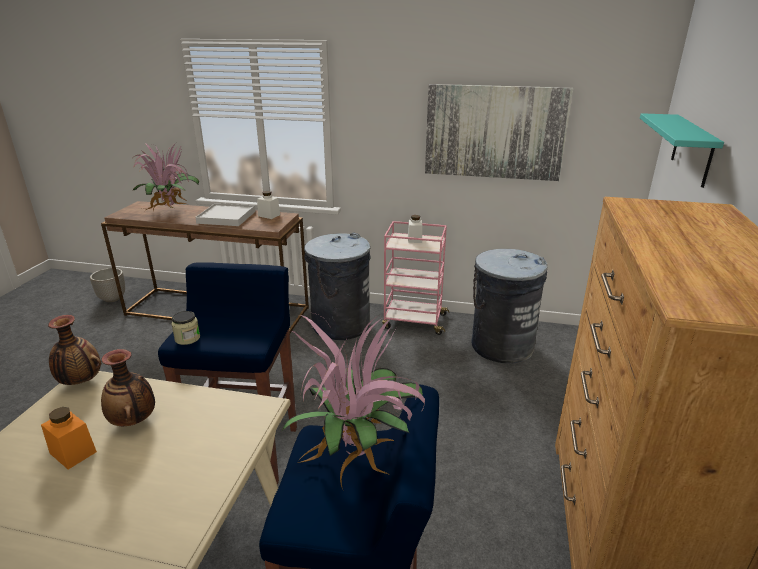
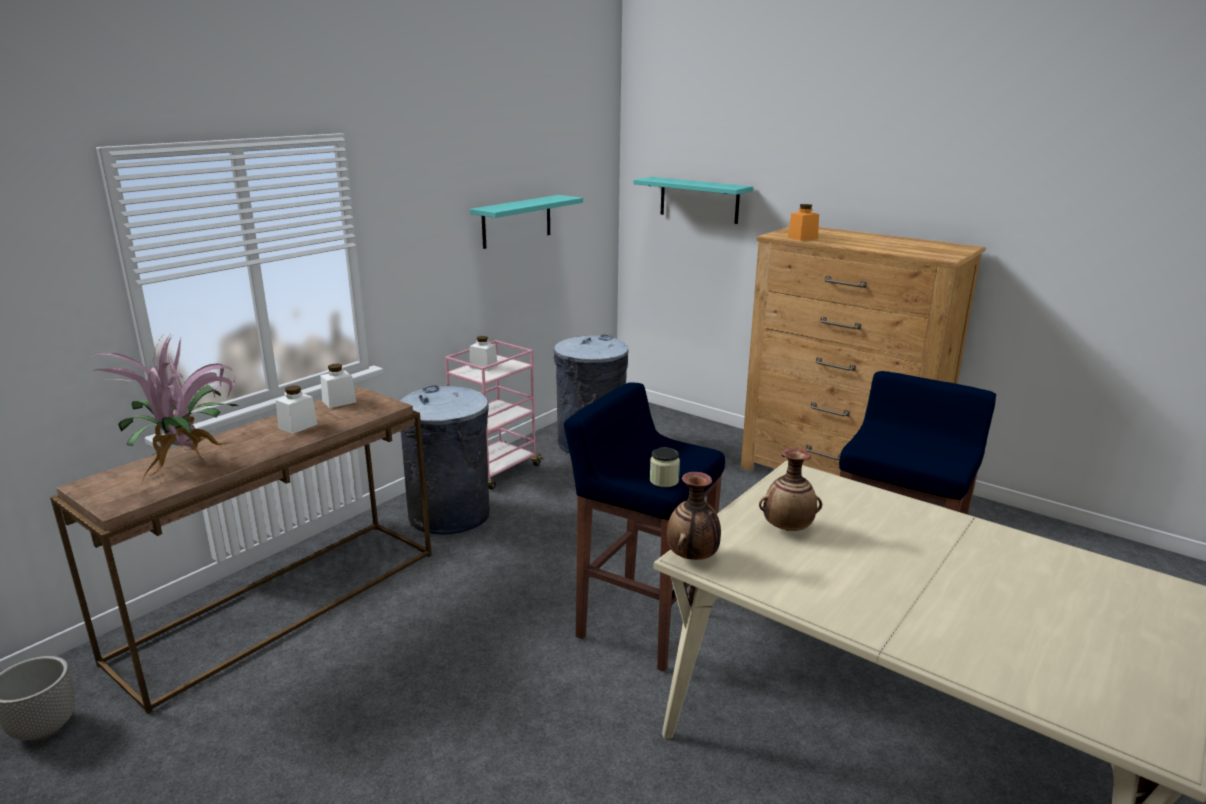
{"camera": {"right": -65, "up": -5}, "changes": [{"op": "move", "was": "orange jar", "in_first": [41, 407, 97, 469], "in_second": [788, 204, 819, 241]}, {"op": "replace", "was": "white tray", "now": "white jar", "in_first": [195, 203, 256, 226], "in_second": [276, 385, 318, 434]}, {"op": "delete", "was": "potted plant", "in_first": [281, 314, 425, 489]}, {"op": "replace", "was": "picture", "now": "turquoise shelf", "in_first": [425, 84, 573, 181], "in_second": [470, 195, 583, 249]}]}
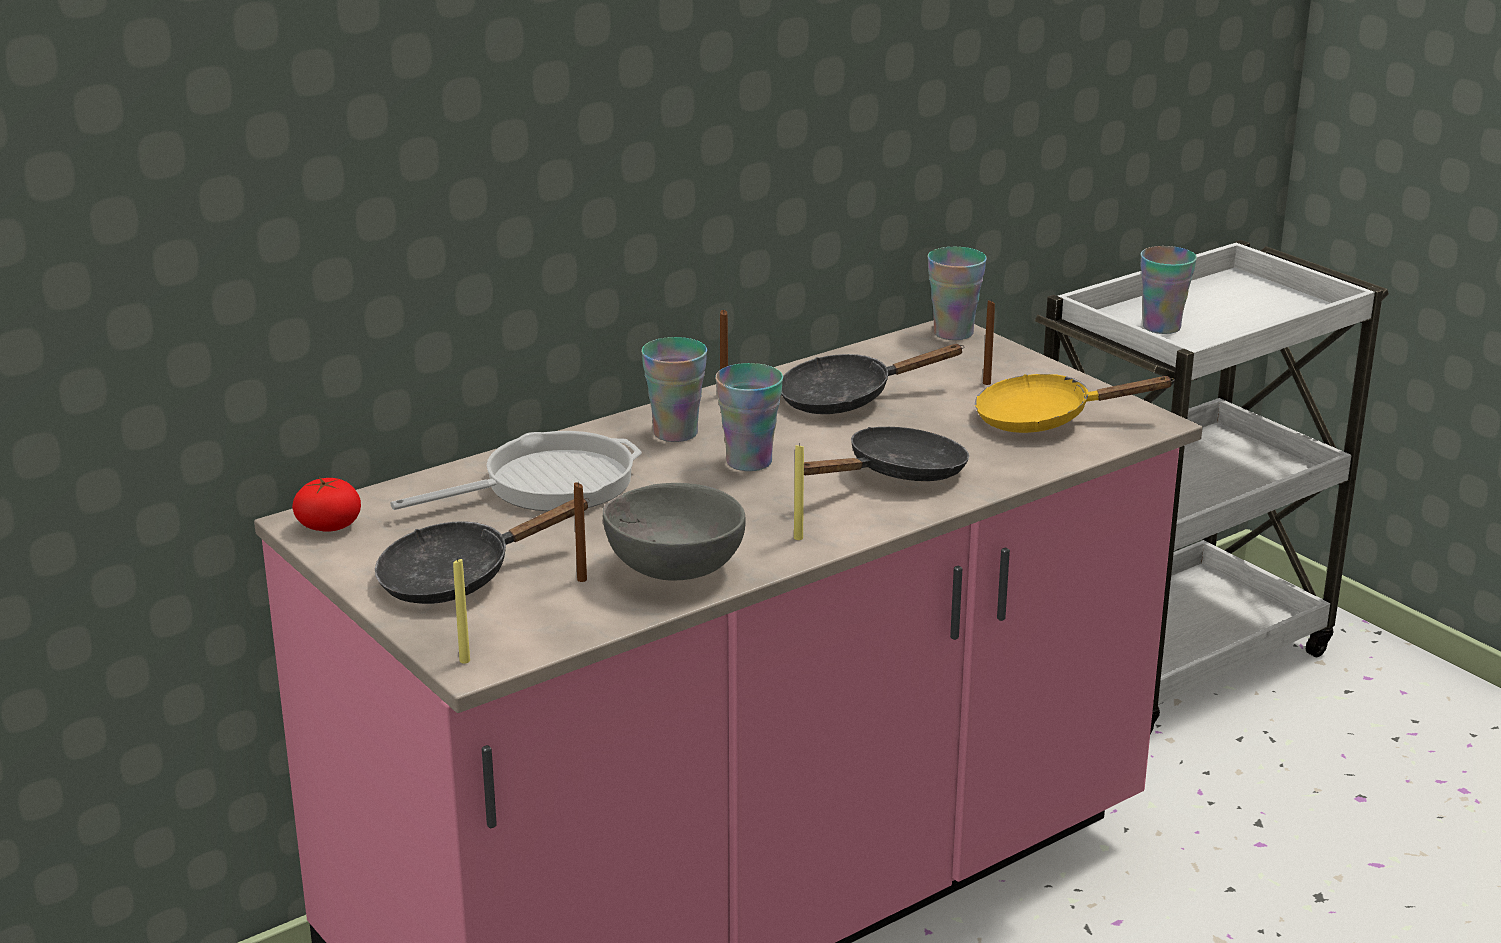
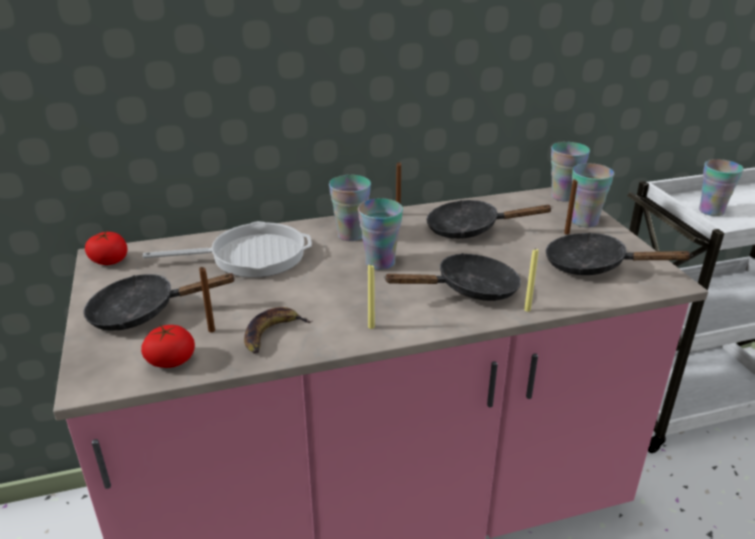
{"camera": {"right": 20, "up": 5}, "changes": [{"op": "move", "was": "yellow candle", "in_first": [453, 558, 470, 664], "in_second": [524, 249, 539, 312]}, {"op": "replace", "was": "grey bowl", "now": "banana", "in_first": [603, 483, 746, 581], "in_second": [244, 307, 313, 354]}, {"op": "recolor", "was": "yellow frying pan", "now": "black frying pan", "in_first": [975, 374, 1175, 433], "in_second": [545, 232, 693, 275]}, {"op": "insert", "now": "tomato", "in_second": [141, 325, 195, 368]}, {"op": "insert", "now": "cup", "in_second": [572, 163, 614, 228]}]}
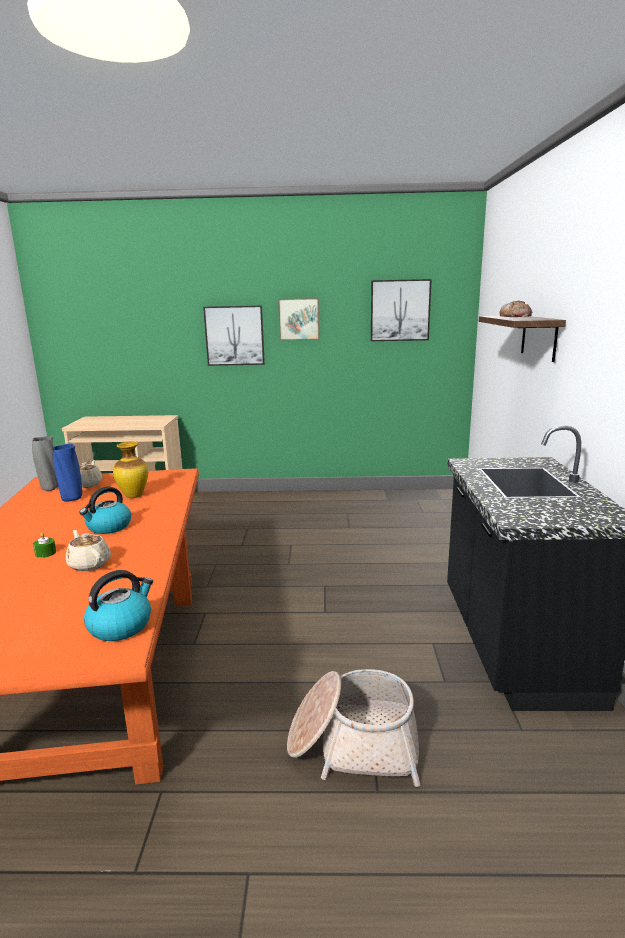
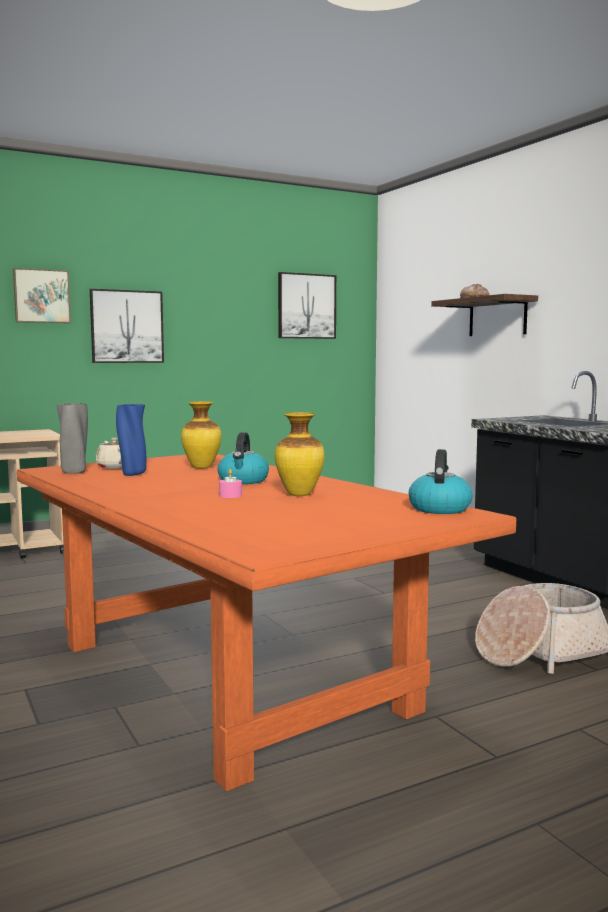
{"camera": {"right": -30, "up": -10}, "changes": [{"op": "recolor", "was": "green candle", "now": "pink candle", "in_first": [33, 532, 56, 558], "in_second": [219, 469, 242, 498]}, {"op": "replace", "was": "beige teapot", "now": "vase", "in_first": [65, 530, 111, 571], "in_second": [275, 412, 325, 496]}, {"op": "move", "was": "picture", "in_first": [278, 298, 319, 340], "in_second": [13, 268, 71, 323]}]}
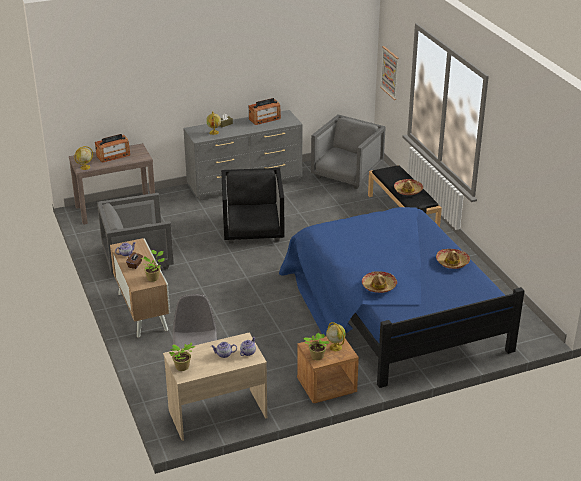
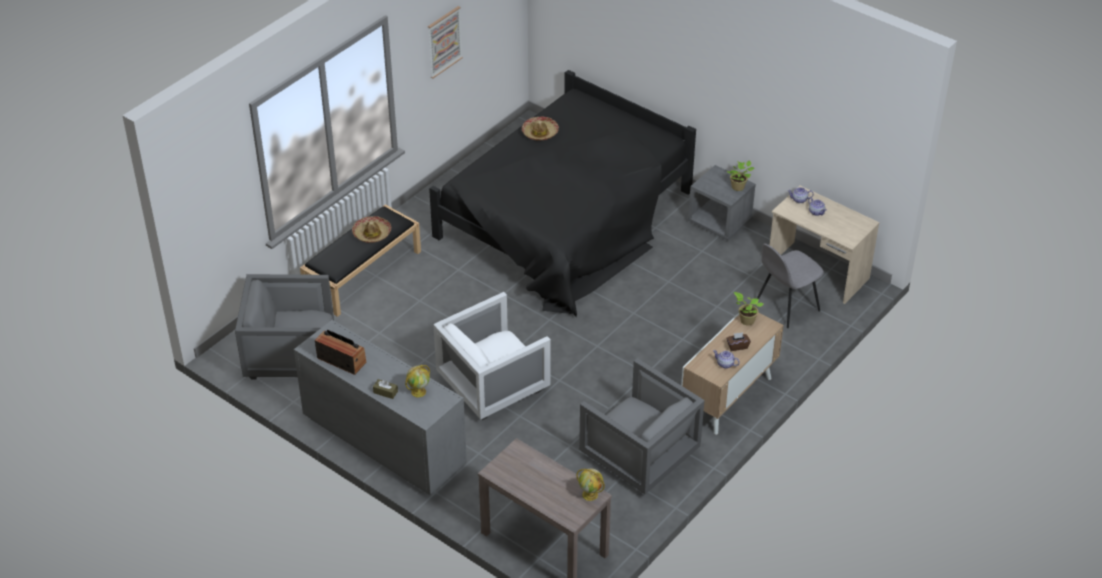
{"camera": {"right": -120, "up": 10}, "changes": [{"op": "delete", "was": "radio", "in_first": [95, 134, 130, 163]}, {"op": "delete", "was": "potted plant", "in_first": [169, 342, 195, 371]}, {"op": "recolor", "was": "black armchair", "now": "white armchair", "in_first": [221, 168, 284, 243], "in_second": [433, 292, 550, 420]}, {"op": "recolor", "was": "blue bed", "now": "black bed", "in_first": [279, 205, 525, 388], "in_second": [429, 70, 696, 317]}, {"op": "recolor", "was": "brown nightstand", "now": "grey nightstand", "in_first": [297, 336, 359, 403], "in_second": [688, 165, 756, 240]}, {"op": "delete", "was": "globe", "in_first": [326, 322, 346, 351]}, {"op": "delete", "was": "hat", "in_first": [362, 271, 397, 293]}, {"op": "move", "was": "picture", "in_first": [380, 46, 399, 100], "in_second": [428, 6, 463, 79]}]}
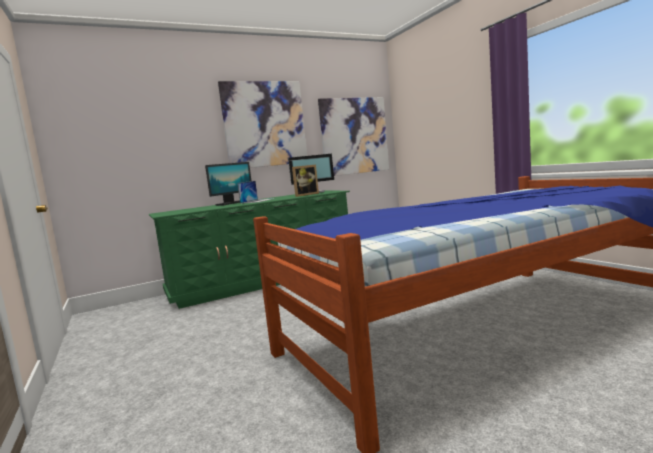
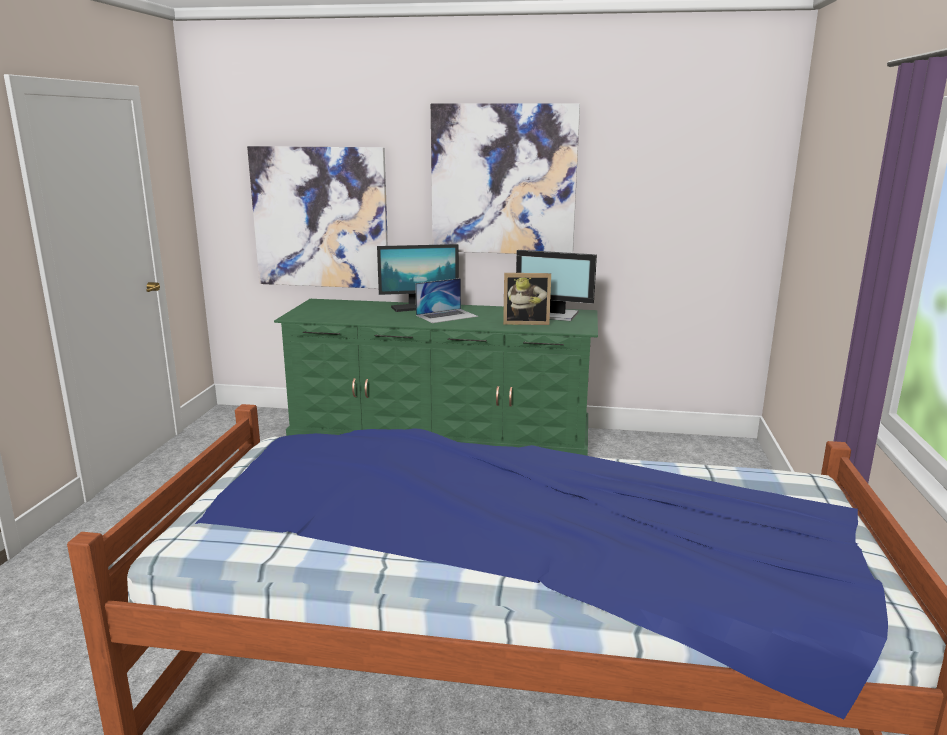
{"camera": {"right": 35, "up": 10}, "changes": [{"op": "move", "was": "picture", "in_first": [318, 97, 389, 176], "in_second": [247, 146, 388, 289]}]}
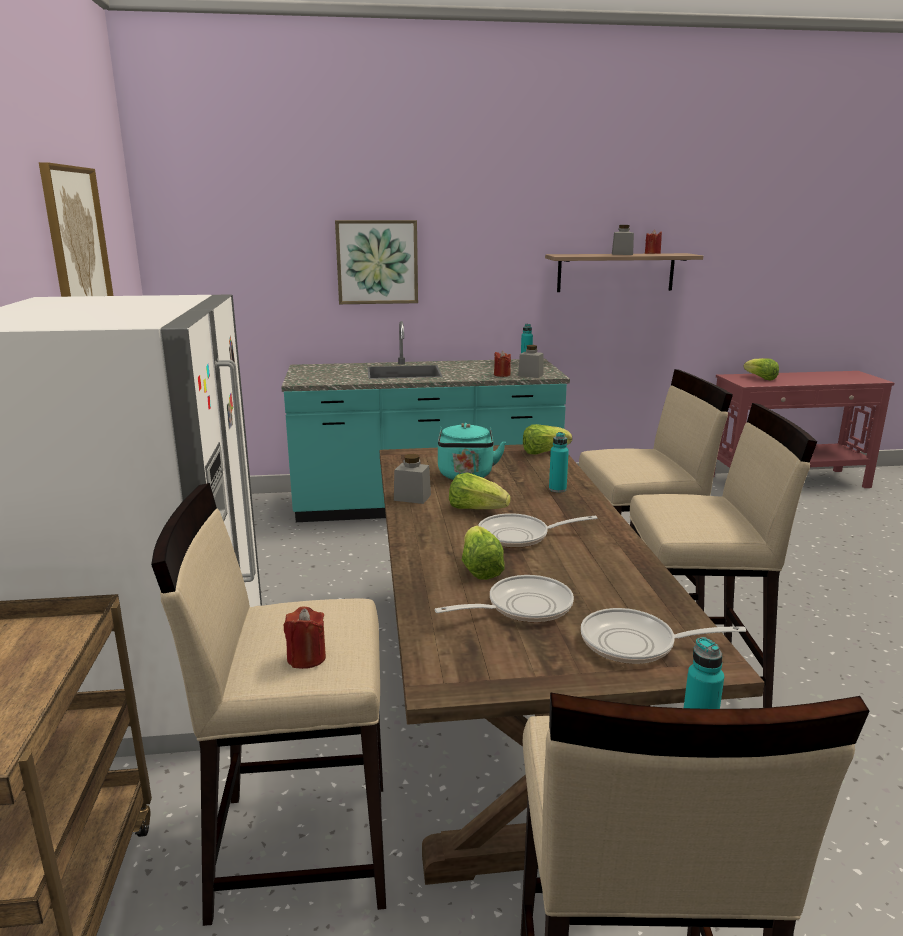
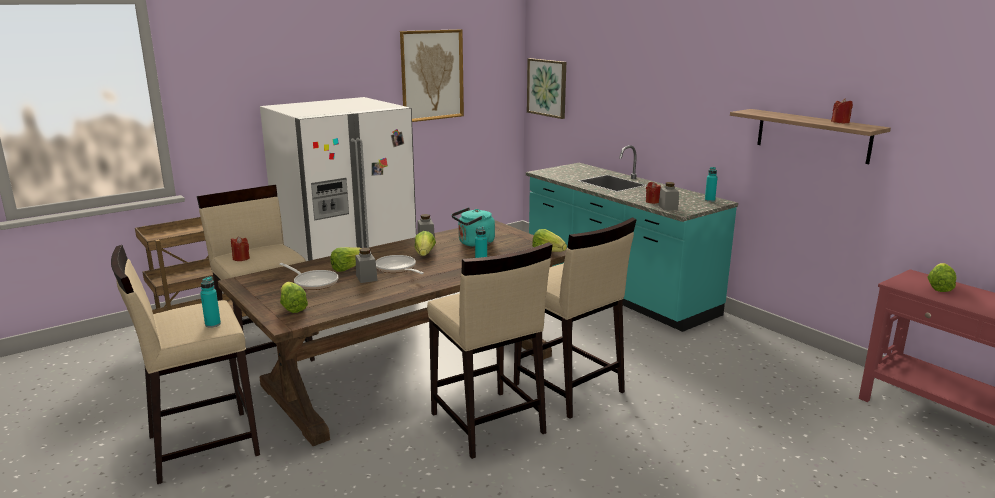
{"camera": {"right": 60, "up": 0}, "changes": [{"op": "move", "was": "picture", "in_first": [335, 220, 418, 304], "in_second": [527, 58, 566, 119]}, {"op": "replace", "was": "frying pan", "now": "lettuce", "in_first": [581, 608, 746, 664], "in_second": [280, 282, 308, 313]}, {"op": "move", "was": "grey jar", "in_first": [612, 225, 634, 255], "in_second": [355, 248, 378, 283]}]}
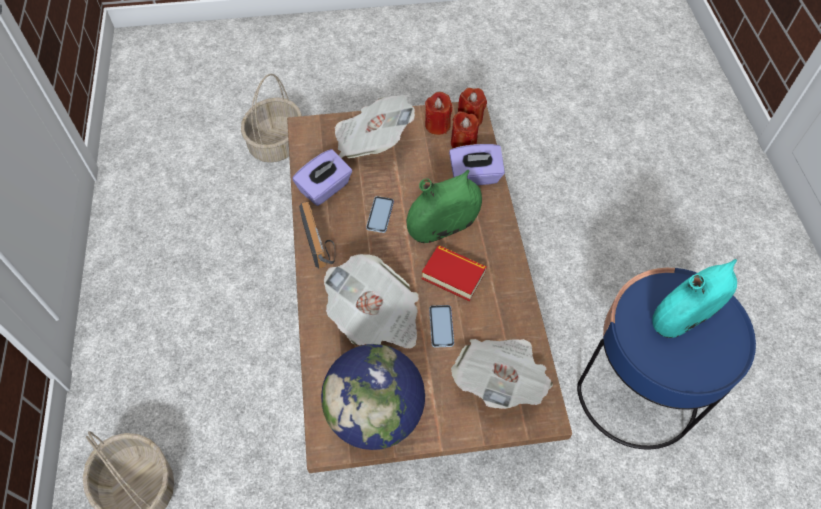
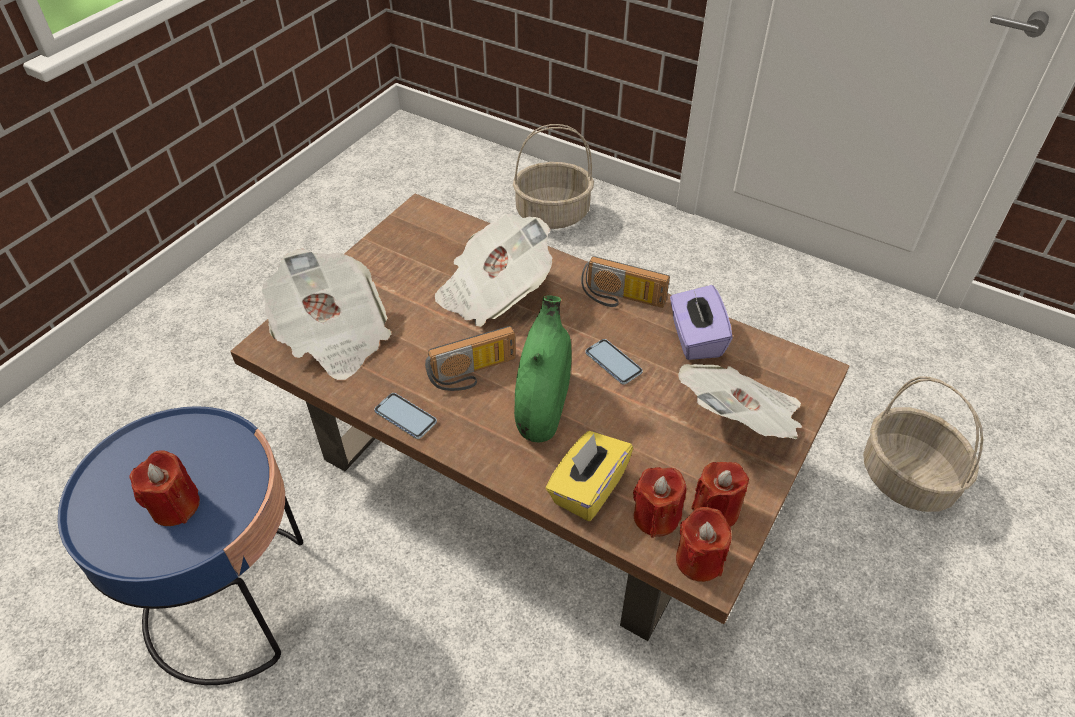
{"camera": {"right": 130, "up": -10}, "changes": [{"op": "delete", "was": "globe", "in_first": [321, 344, 425, 450]}, {"op": "replace", "was": "book", "now": "radio", "in_first": [422, 245, 487, 302], "in_second": [425, 326, 516, 391]}, {"op": "move", "was": "phone", "in_first": [429, 305, 454, 348], "in_second": [374, 393, 437, 439]}, {"op": "recolor", "was": "purple tissue box", "now": "yellow tissue box", "in_first": [449, 144, 505, 185], "in_second": [545, 431, 633, 521]}, {"op": "replace", "was": "turquoise vase", "now": "red candle", "in_first": [652, 259, 737, 338], "in_second": [130, 450, 200, 526]}]}
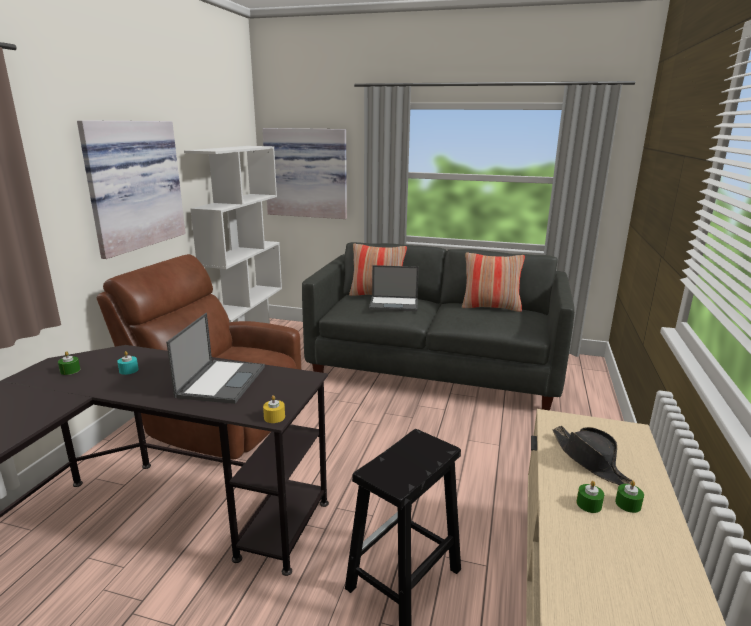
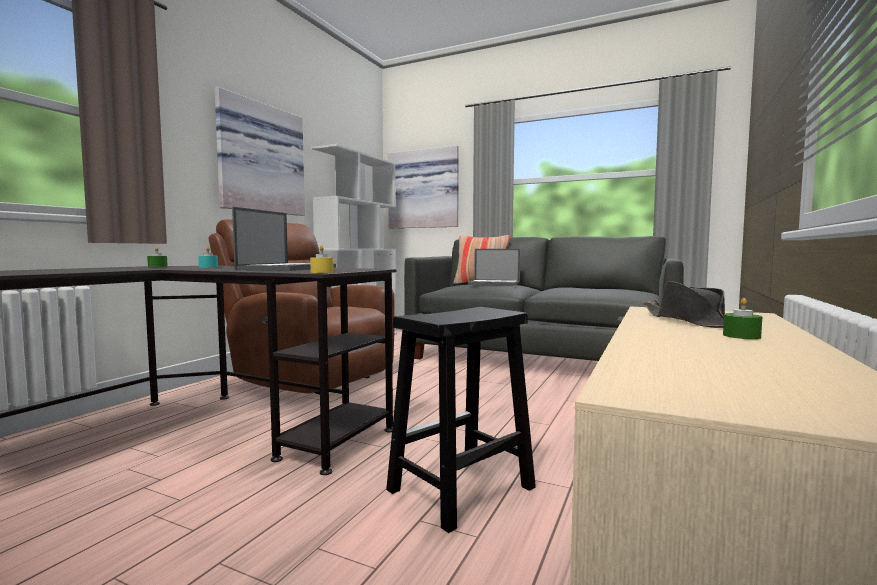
{"camera": {"right": 10, "up": -15}, "changes": [{"op": "delete", "was": "pillow", "in_first": [462, 252, 525, 312]}, {"op": "delete", "was": "green candle", "in_first": [576, 481, 604, 513]}]}
